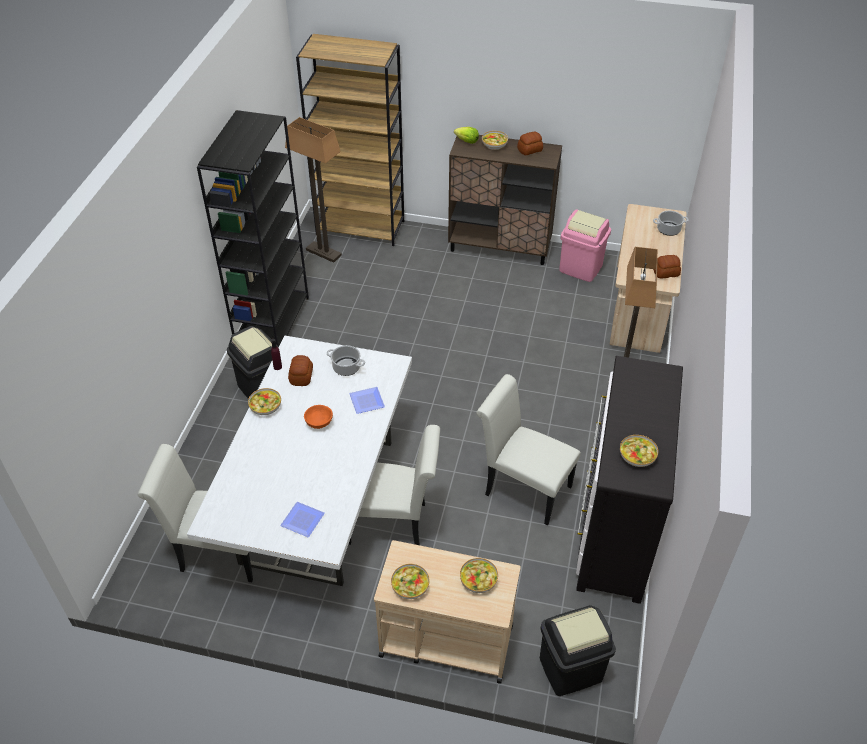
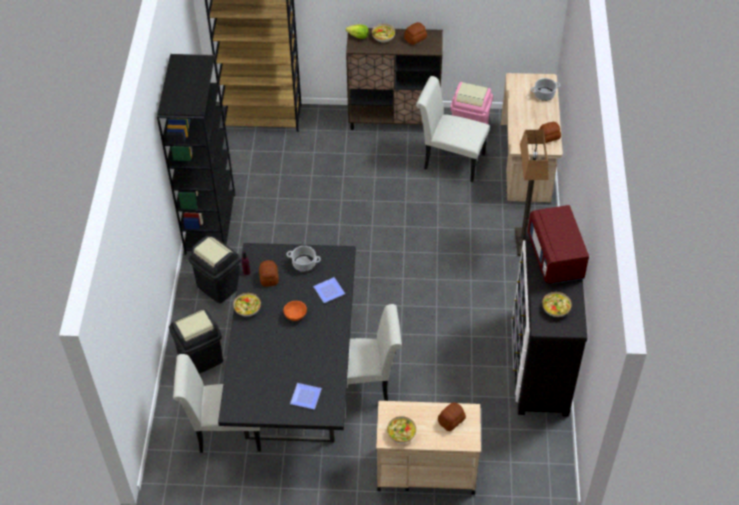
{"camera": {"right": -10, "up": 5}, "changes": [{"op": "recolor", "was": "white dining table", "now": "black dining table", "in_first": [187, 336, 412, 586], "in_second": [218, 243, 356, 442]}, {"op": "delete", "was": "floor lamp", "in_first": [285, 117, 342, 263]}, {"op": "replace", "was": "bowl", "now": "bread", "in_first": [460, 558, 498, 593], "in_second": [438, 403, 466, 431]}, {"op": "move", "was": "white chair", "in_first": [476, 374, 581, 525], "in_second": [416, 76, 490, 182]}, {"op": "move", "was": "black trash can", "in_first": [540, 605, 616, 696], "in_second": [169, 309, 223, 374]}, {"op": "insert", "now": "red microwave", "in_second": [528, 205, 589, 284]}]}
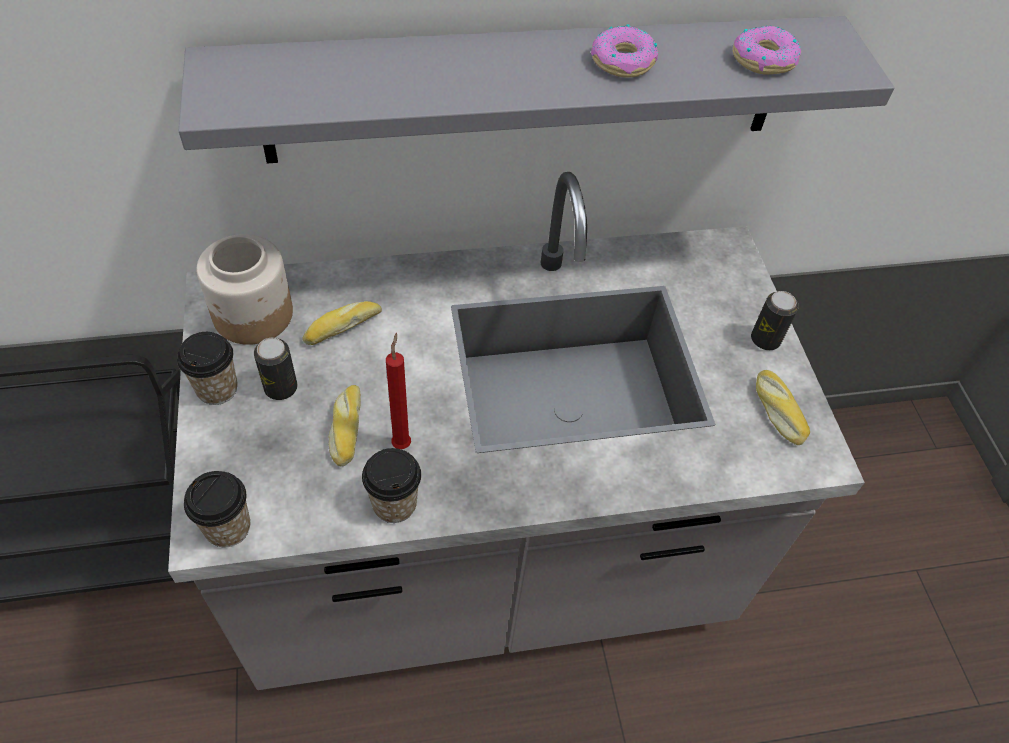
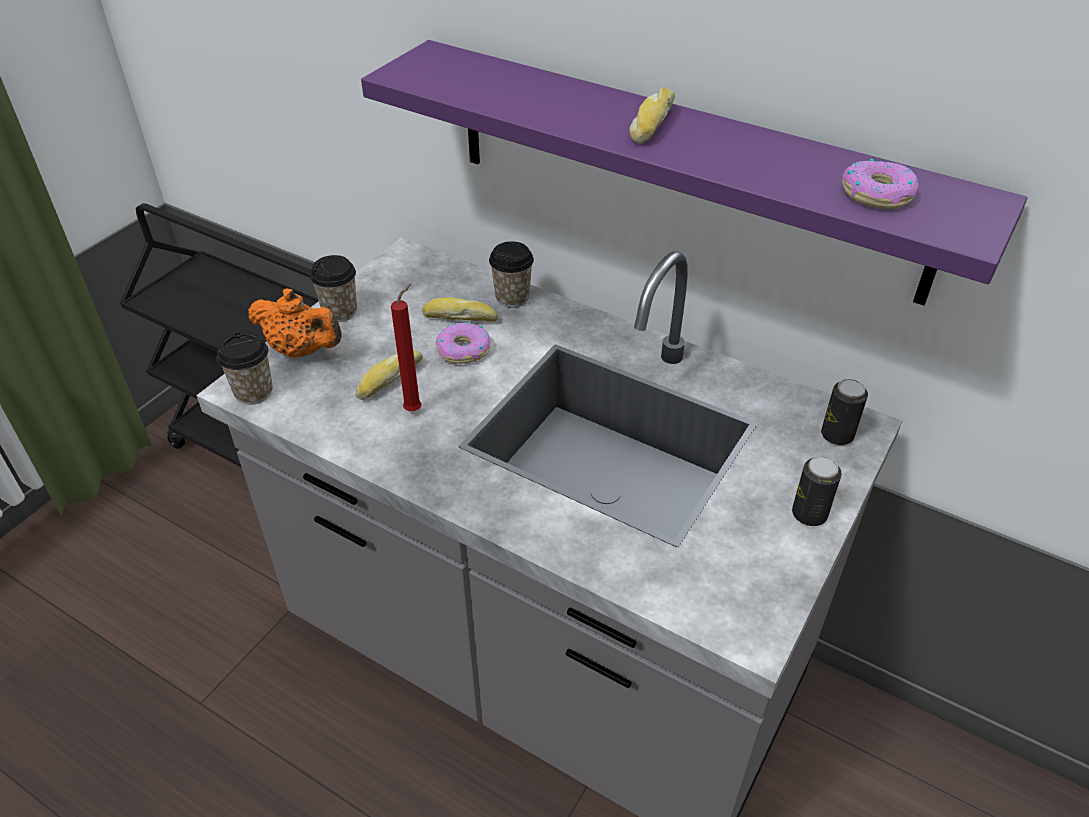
{"camera": {"right": 45, "up": -10}, "changes": [{"op": "recolor", "was": "grey shelf", "now": "purple shelf", "in_first": [179, 16, 895, 164], "in_second": [361, 40, 1027, 306]}, {"op": "delete", "was": "jar", "in_first": [196, 234, 293, 345]}, {"op": "move", "was": "can", "in_first": [254, 338, 297, 400], "in_second": [821, 379, 868, 445]}, {"op": "move", "was": "cup", "in_first": [362, 448, 421, 523], "in_second": [489, 241, 534, 308]}, {"op": "move", "was": "donut", "in_first": [591, 24, 658, 78], "in_second": [436, 322, 491, 364]}, {"op": "move", "was": "bread", "in_first": [756, 370, 810, 445], "in_second": [629, 88, 675, 144]}, {"op": "insert", "now": "orange teapot", "in_second": [248, 288, 342, 357]}]}
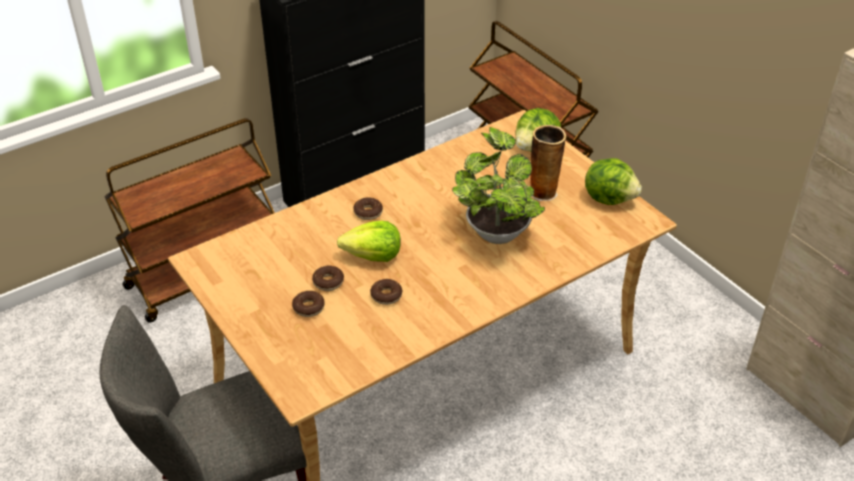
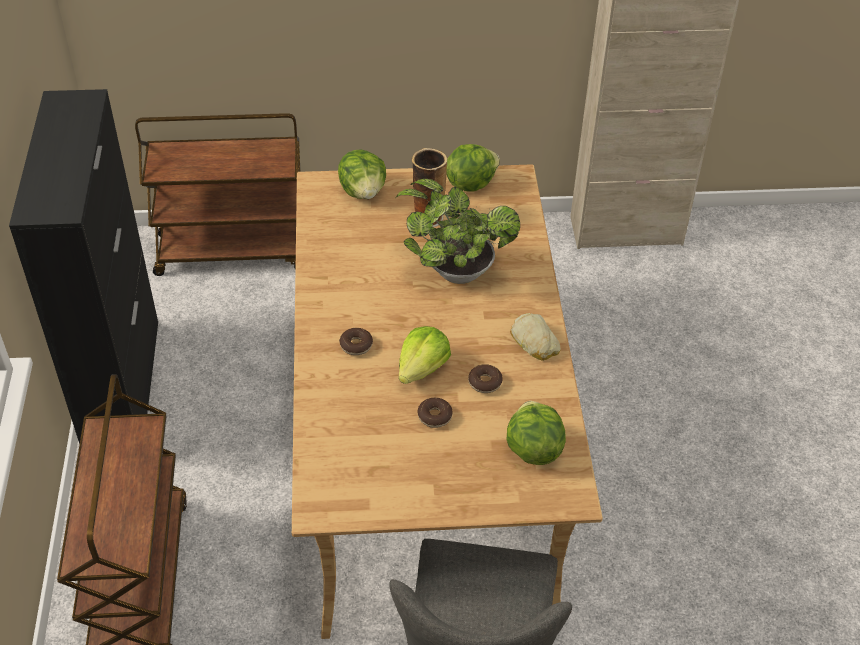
{"camera": {"right": -60, "up": 5}, "changes": [{"op": "delete", "was": "donut", "in_first": [292, 291, 325, 317]}, {"op": "insert", "now": "lettuce", "in_second": [506, 401, 566, 465]}, {"op": "insert", "now": "bread", "in_second": [510, 313, 561, 361]}]}
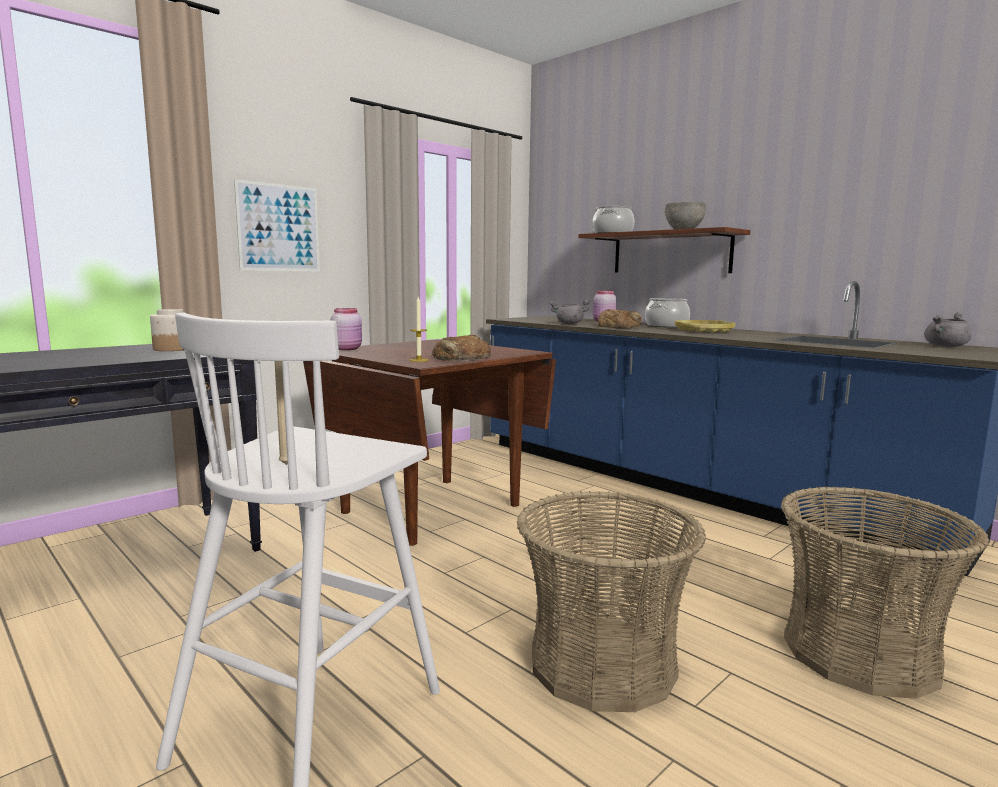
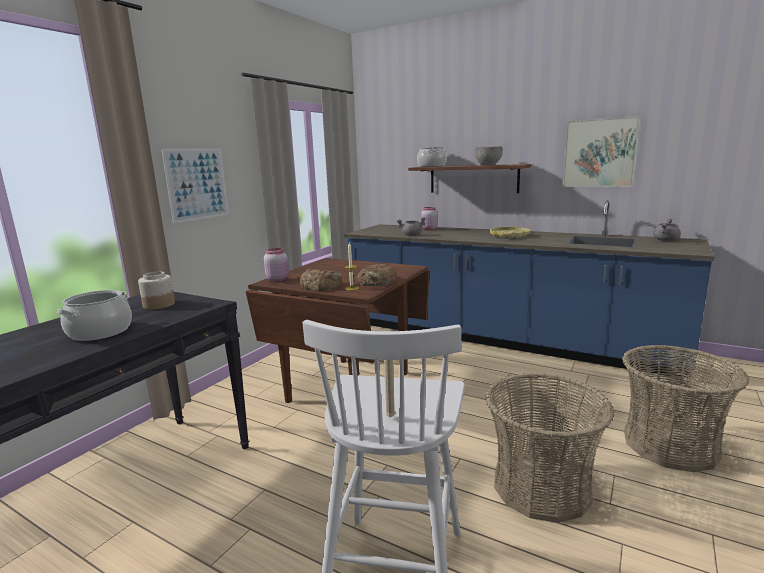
{"camera": {"right": -15, "up": 5}, "changes": [{"op": "move", "was": "bread", "in_first": [598, 309, 642, 328], "in_second": [300, 268, 342, 291]}, {"op": "move", "was": "cooking pot", "in_first": [645, 298, 690, 327], "in_second": [57, 290, 132, 341]}, {"op": "insert", "now": "picture", "in_second": [562, 116, 641, 187]}]}
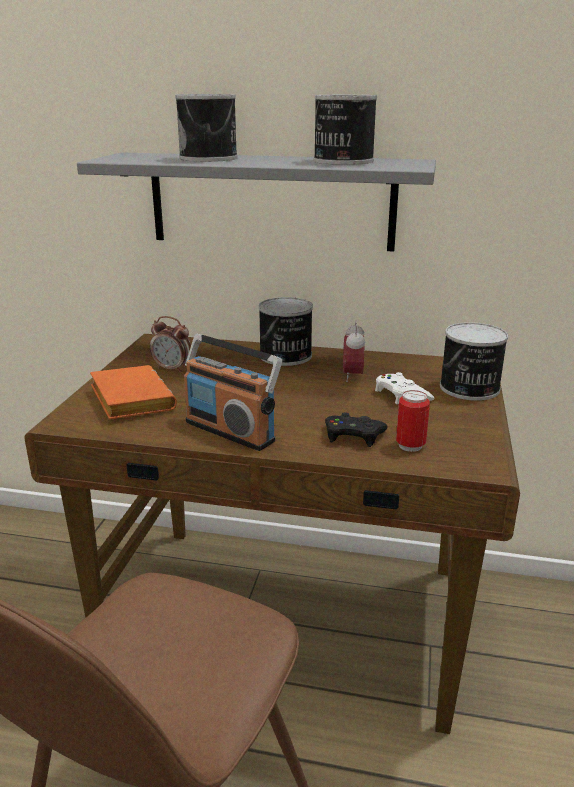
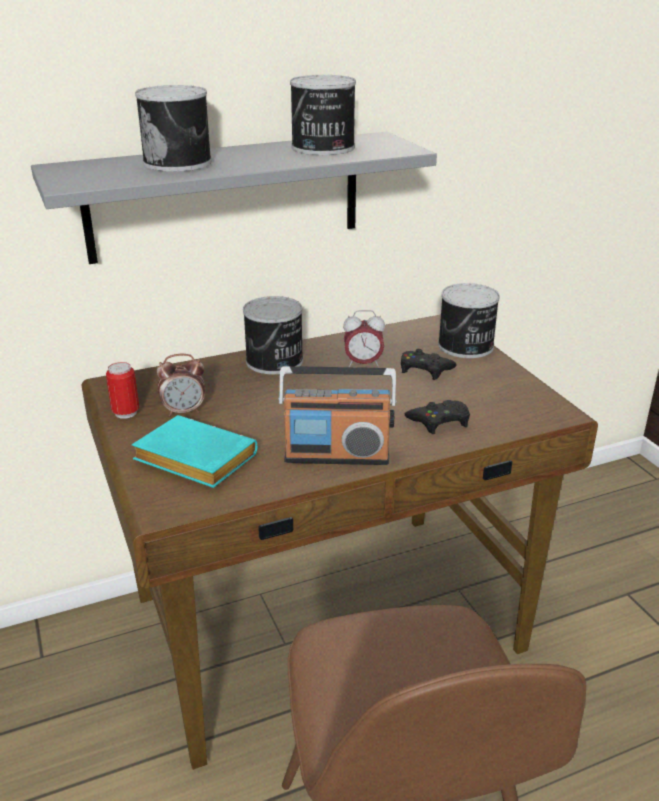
{"camera": {"right": -35, "up": 5}, "changes": [{"op": "recolor", "was": "orange book", "now": "turquoise book", "in_first": [90, 365, 177, 420], "in_second": [132, 415, 258, 488]}, {"op": "rotate", "was": "alarm clock", "in_first": [343, 321, 365, 382], "in_second": [343, 310, 385, 367], "clockwise": -60}, {"op": "recolor", "was": "white game controller", "now": "black game controller", "in_first": [375, 372, 434, 404], "in_second": [401, 349, 457, 380]}, {"op": "move", "was": "can", "in_first": [396, 390, 430, 452], "in_second": [106, 362, 139, 419]}]}
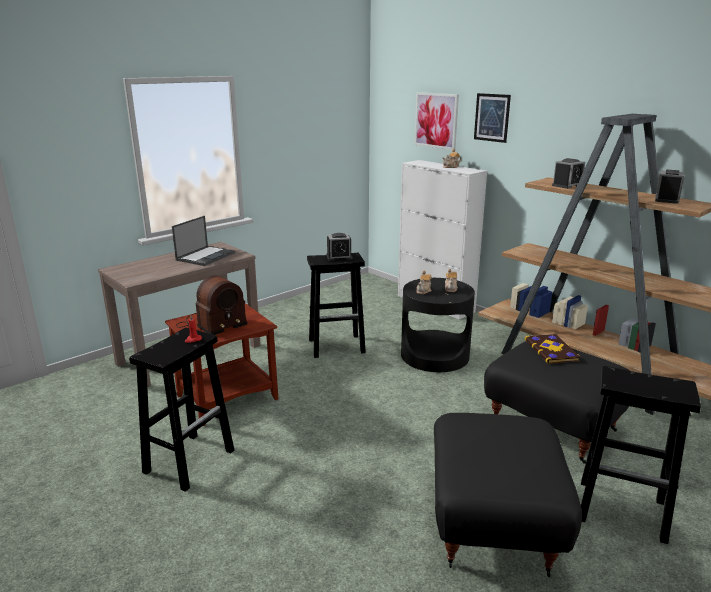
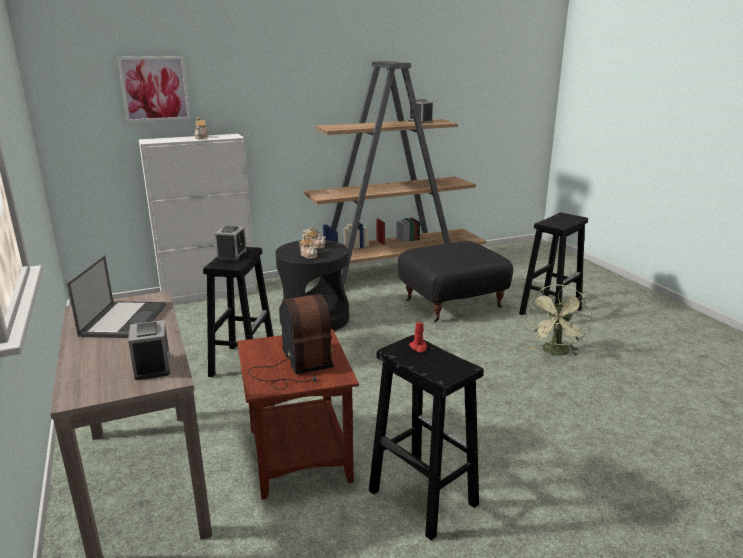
{"camera": {"right": -70, "up": 0}, "changes": [{"op": "rotate", "was": "laptop", "in_first": [172, 216, 235, 266], "in_second": [67, 255, 166, 338], "clockwise": 45}, {"op": "replace", "was": "black ottoman", "now": "green fan", "in_first": [434, 413, 582, 577], "in_second": [526, 285, 592, 356]}, {"op": "delete", "was": "picture", "in_first": [474, 93, 511, 143]}, {"op": "delete", "was": "book", "in_first": [525, 334, 580, 364]}, {"op": "move", "was": "alarm clock", "in_first": [552, 158, 585, 189], "in_second": [128, 320, 170, 380]}]}
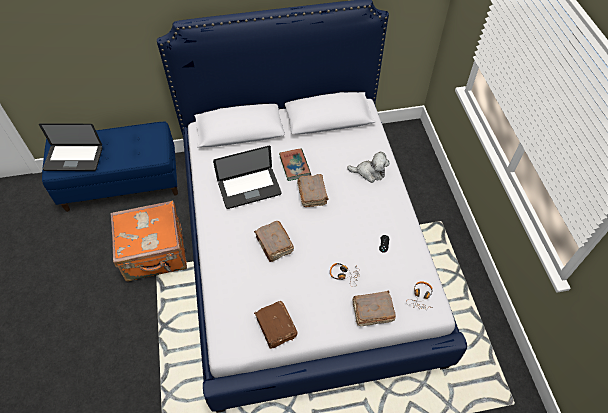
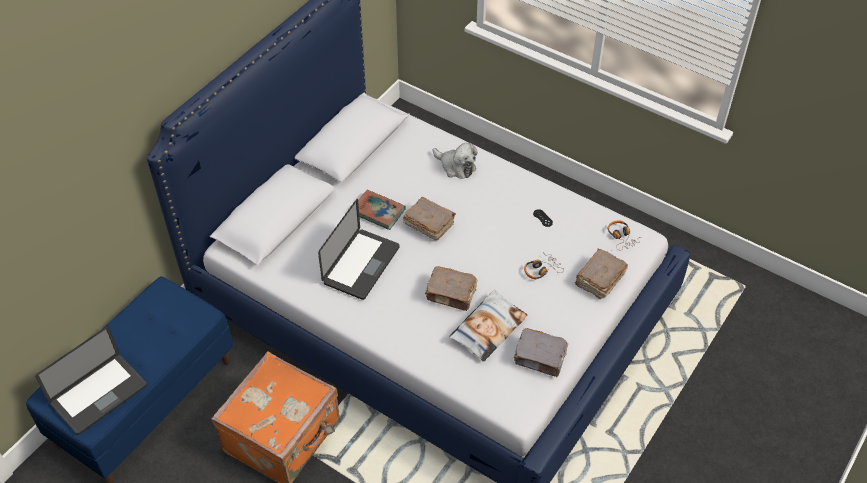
{"camera": {"right": -45, "up": -5}, "changes": [{"op": "recolor", "was": "brown book", "now": "grey book", "in_first": [254, 301, 298, 349], "in_second": [514, 328, 568, 377]}, {"op": "rotate", "was": "plush toy", "in_first": [347, 152, 390, 183], "in_second": [433, 143, 478, 179], "clockwise": 75}, {"op": "insert", "now": "pillow", "in_second": [449, 289, 527, 362]}]}
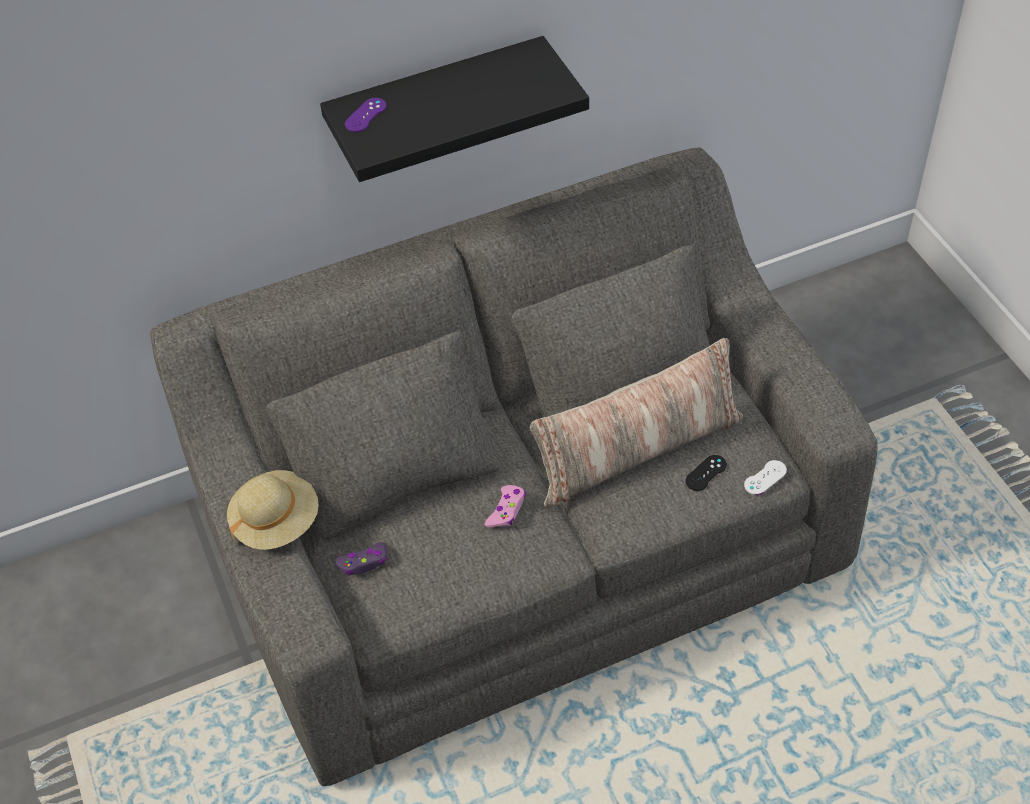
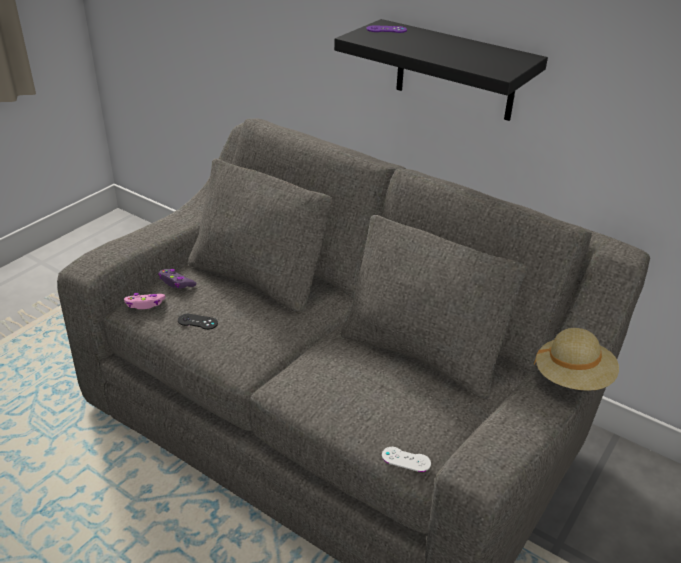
{"camera": {"right": 55, "up": -15}, "changes": [{"op": "move", "was": "beige hat", "in_first": [227, 470, 319, 550], "in_second": [534, 328, 619, 391]}, {"op": "move", "was": "pink game controller", "in_first": [485, 485, 526, 528], "in_second": [124, 293, 166, 309]}, {"op": "delete", "was": "pillow", "in_first": [530, 338, 743, 508]}, {"op": "move", "was": "black game controller", "in_first": [686, 455, 727, 491], "in_second": [178, 314, 218, 330]}]}
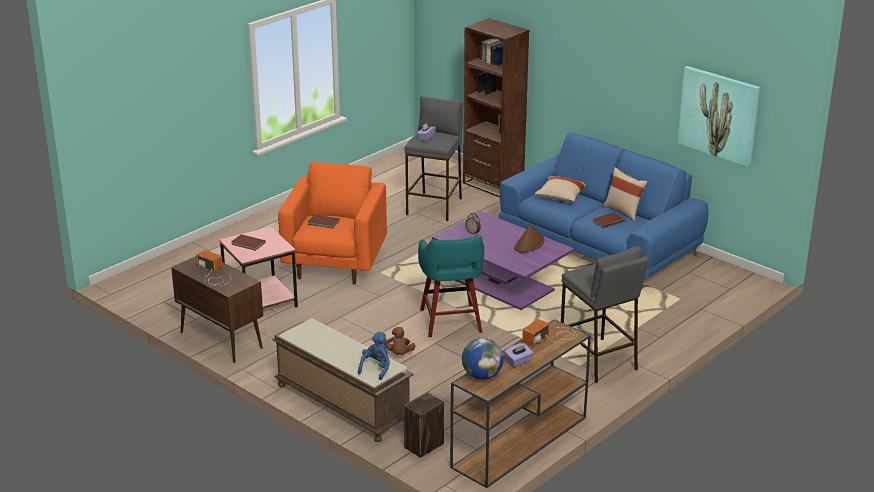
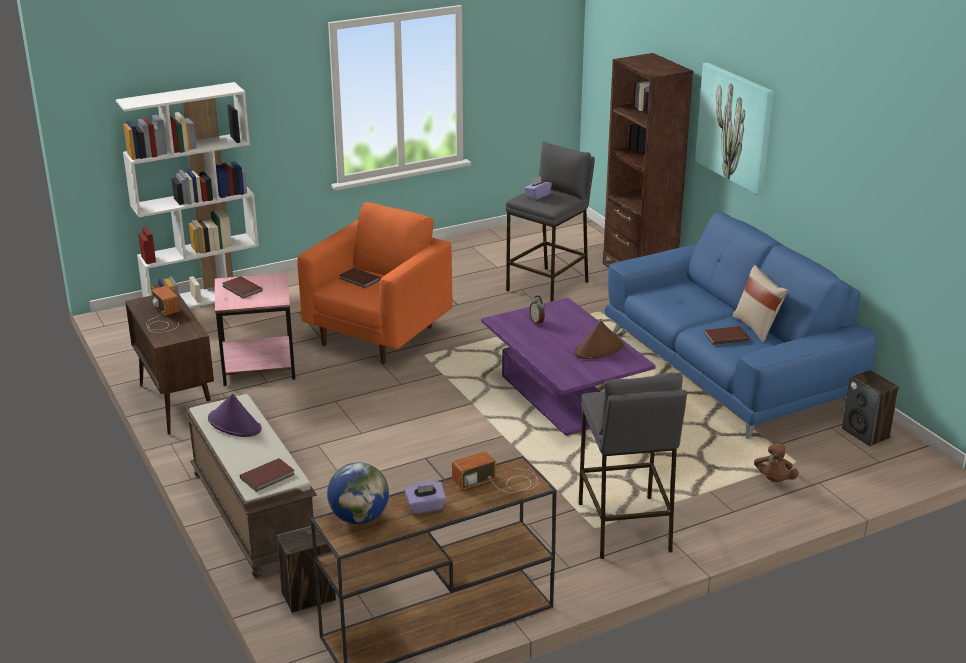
{"camera": {"right": 20, "up": 0}, "changes": [{"op": "replace", "was": "blue plush toy", "now": "brown book", "in_first": [358, 332, 390, 380], "in_second": [240, 458, 295, 492]}, {"op": "move", "was": "brown plush toy", "in_first": [384, 327, 415, 355], "in_second": [754, 443, 799, 482]}, {"op": "delete", "was": "turquoise stool", "in_first": [418, 235, 484, 337]}, {"op": "delete", "was": "beige pillow", "in_first": [535, 176, 586, 202]}, {"op": "move", "was": "picture", "in_first": [677, 66, 760, 167], "in_second": [695, 63, 774, 195]}, {"op": "insert", "now": "white bookcase", "in_second": [116, 82, 259, 308]}, {"op": "insert", "now": "purple hat", "in_second": [208, 393, 262, 437]}, {"op": "insert", "now": "speaker", "in_second": [842, 370, 899, 446]}]}
